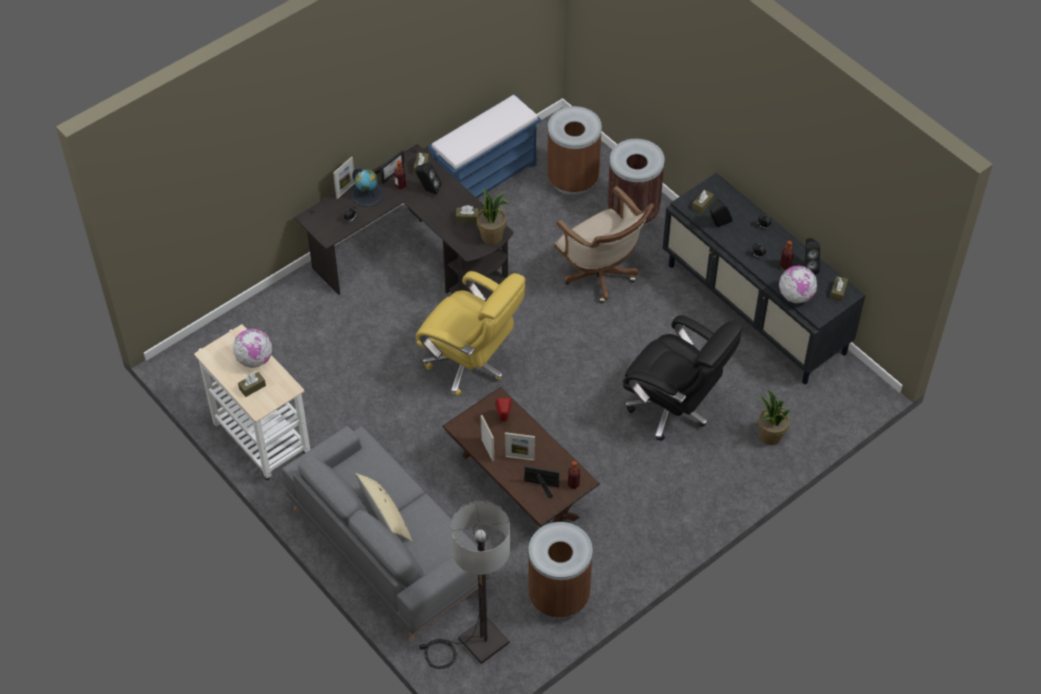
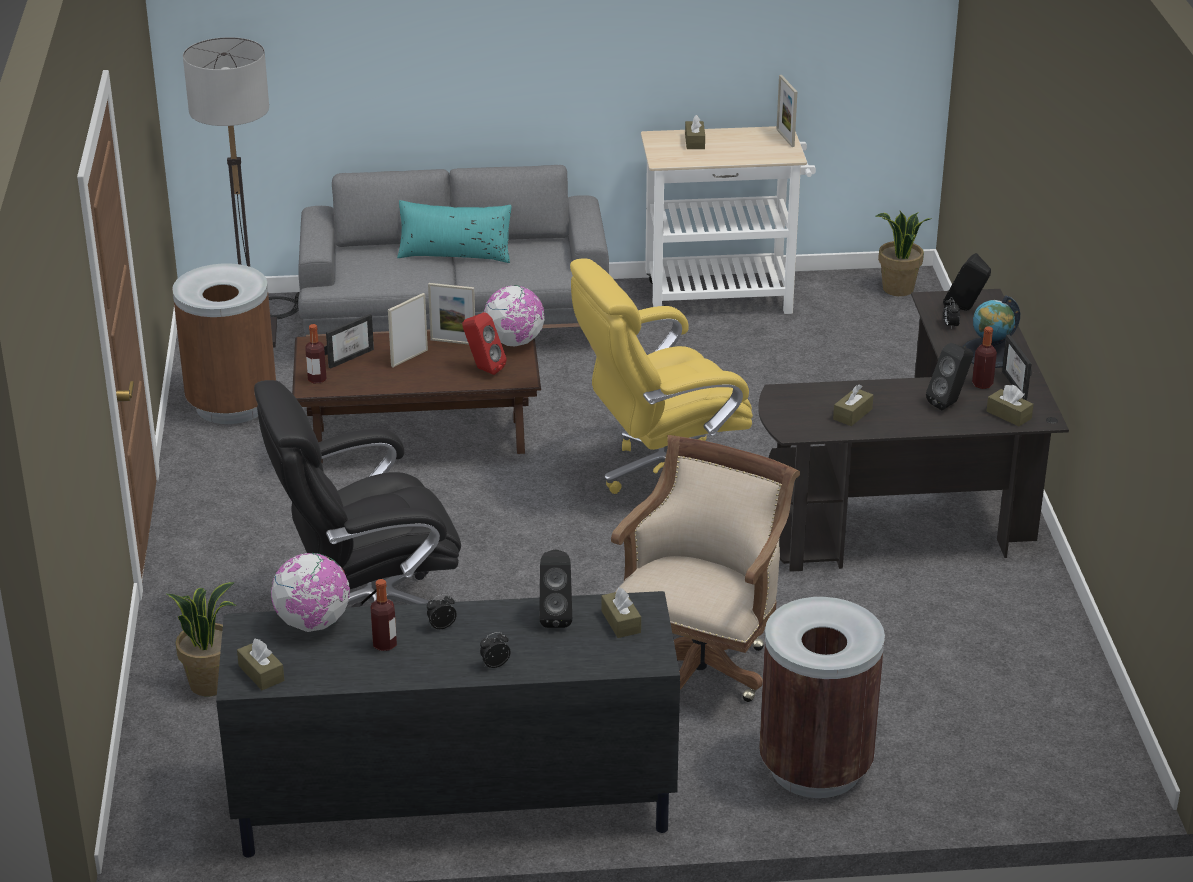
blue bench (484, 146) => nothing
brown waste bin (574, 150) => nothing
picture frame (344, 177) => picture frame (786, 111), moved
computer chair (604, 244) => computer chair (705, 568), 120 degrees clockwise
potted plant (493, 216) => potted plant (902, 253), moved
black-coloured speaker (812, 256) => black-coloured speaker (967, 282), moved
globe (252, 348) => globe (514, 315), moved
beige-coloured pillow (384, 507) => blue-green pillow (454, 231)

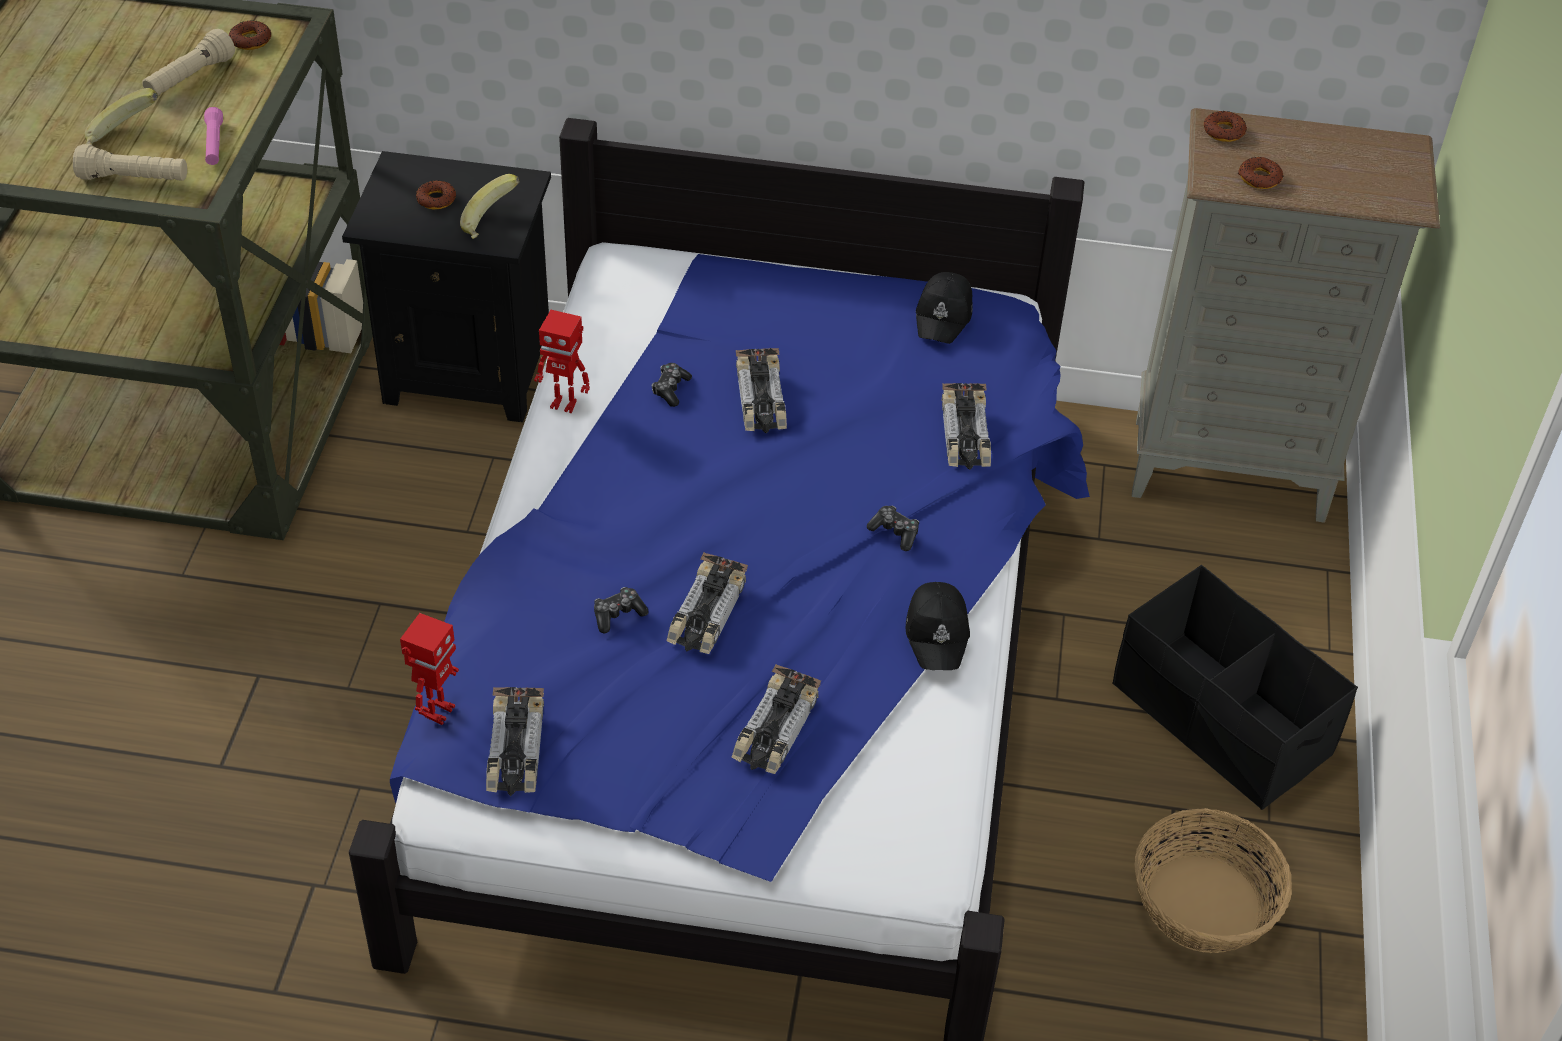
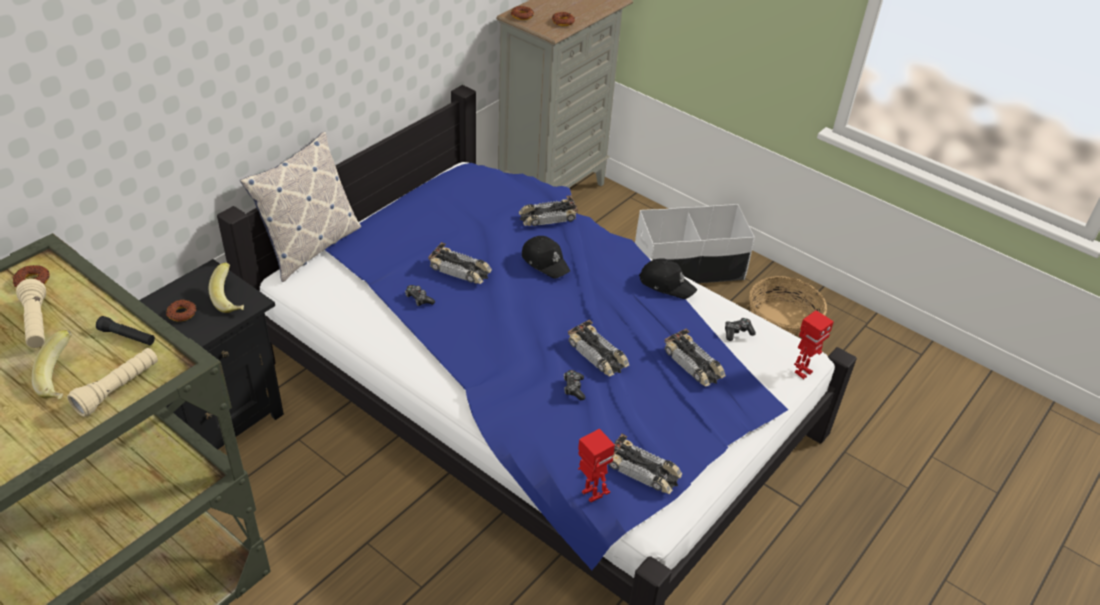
pink torch (213, 136) => black-coloured torch (125, 330)
black-coloured peaked cap (944, 308) => black-coloured peaked cap (546, 257), moved
toy robot (562, 361) => toy robot (814, 344), moved
miniature car (966, 426) => miniature car (548, 210), 135 degrees clockwise
joypad (893, 528) => joypad (740, 329), moved
black-coloured storage box (1235, 687) => whitish storage box (695, 243)
nothing => pillow (300, 207)

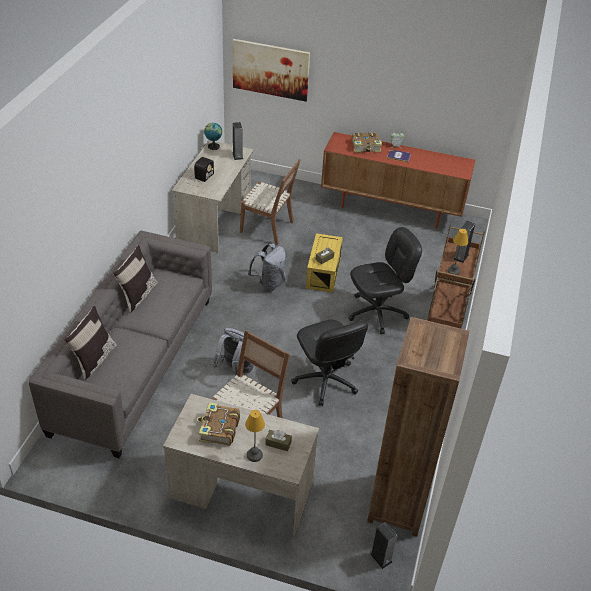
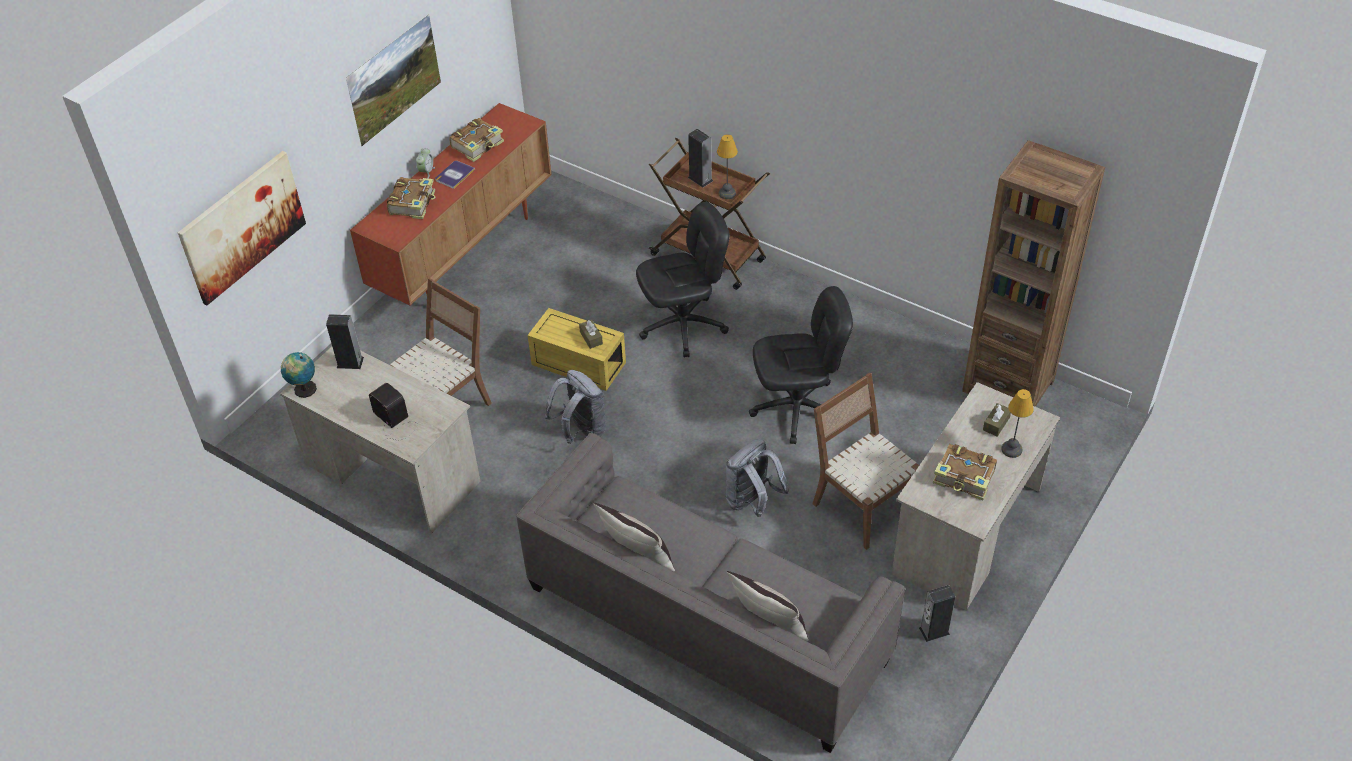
black-coloured computer chair (385, 280) => black-coloured computer chair (683, 279), 75 degrees clockwise
speaker (384, 545) => speaker (937, 613), moved
nothing => wall picture (393, 80)
nothing => book (476, 140)

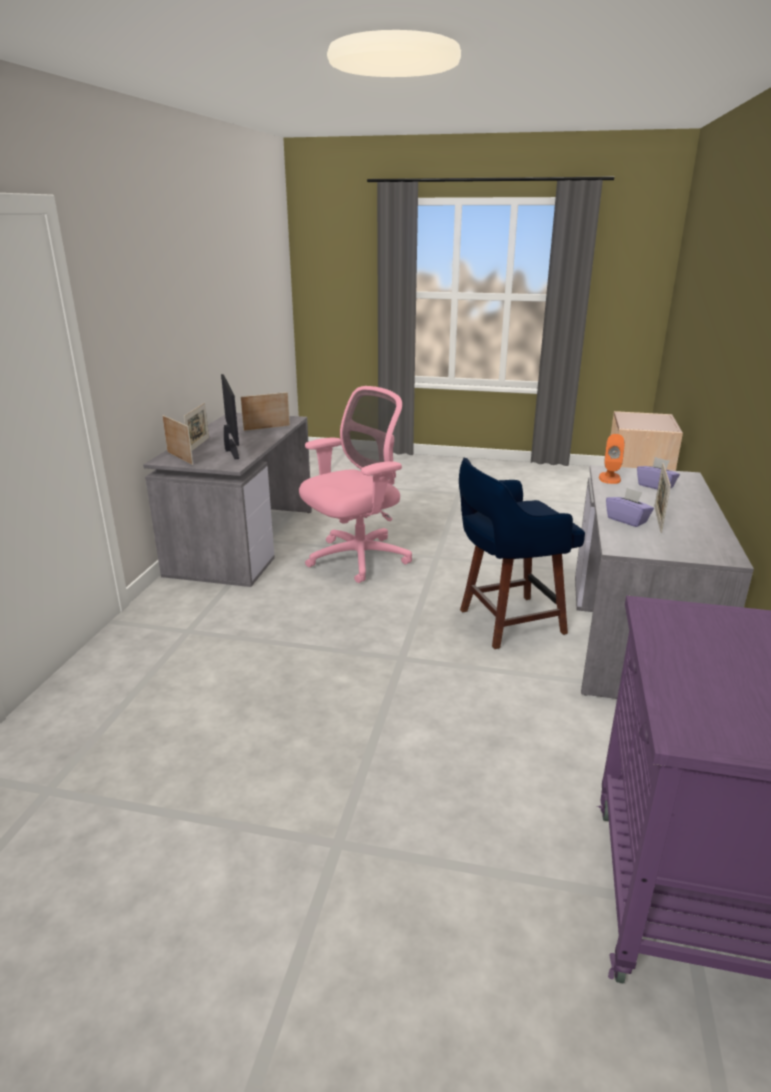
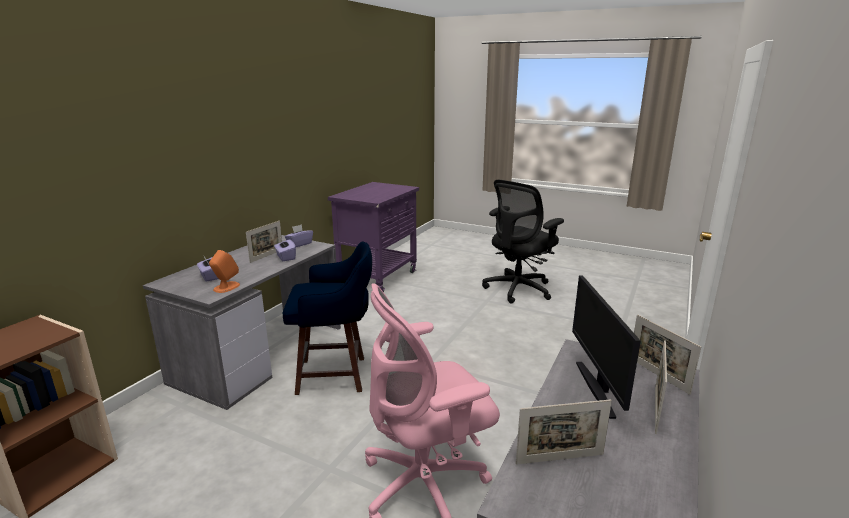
nothing => black-coloured computer chair (523, 242)
nothing => purplish tissue box (299, 235)

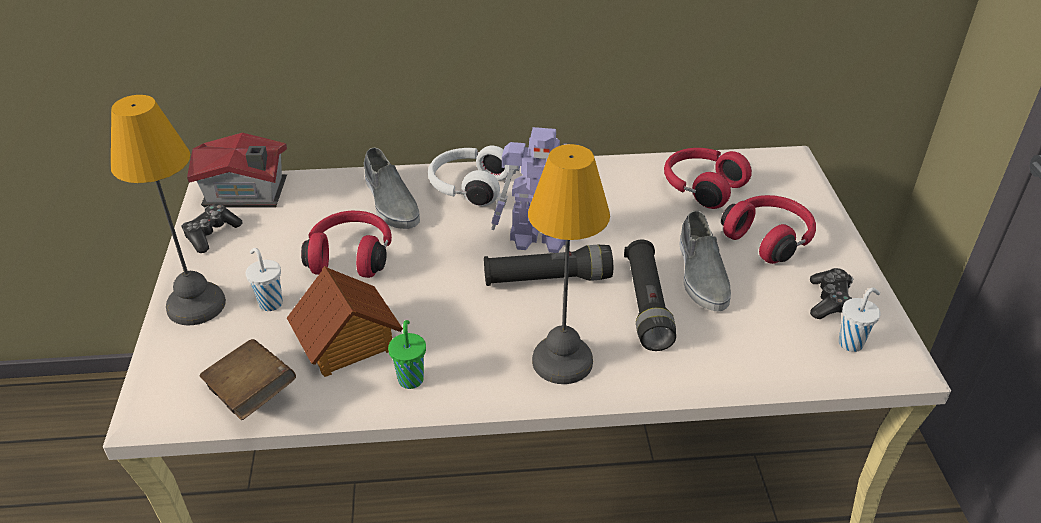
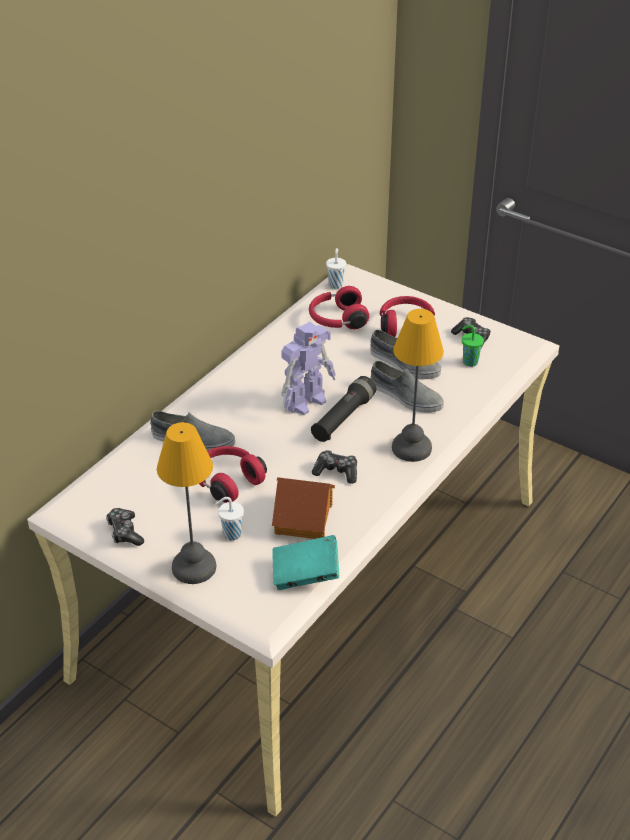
model house (237, 170) => nothing
whitish headset (468, 176) => nothing
black-coloured torch (650, 295) => grey low shoe (407, 387)
whitish cup (859, 320) => whitish cup (336, 268), moved
green-coloured cup (407, 354) => green-coloured cup (473, 346), moved
brown book (247, 379) => blue-green book (305, 562)
nothing => joypad (334, 467)

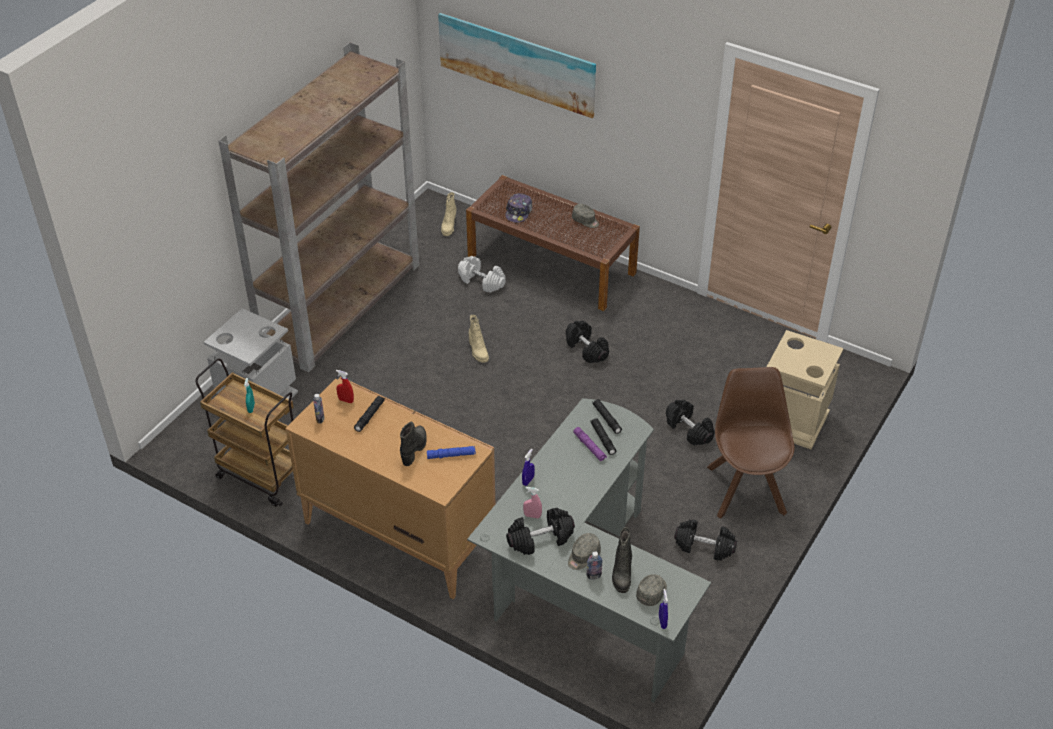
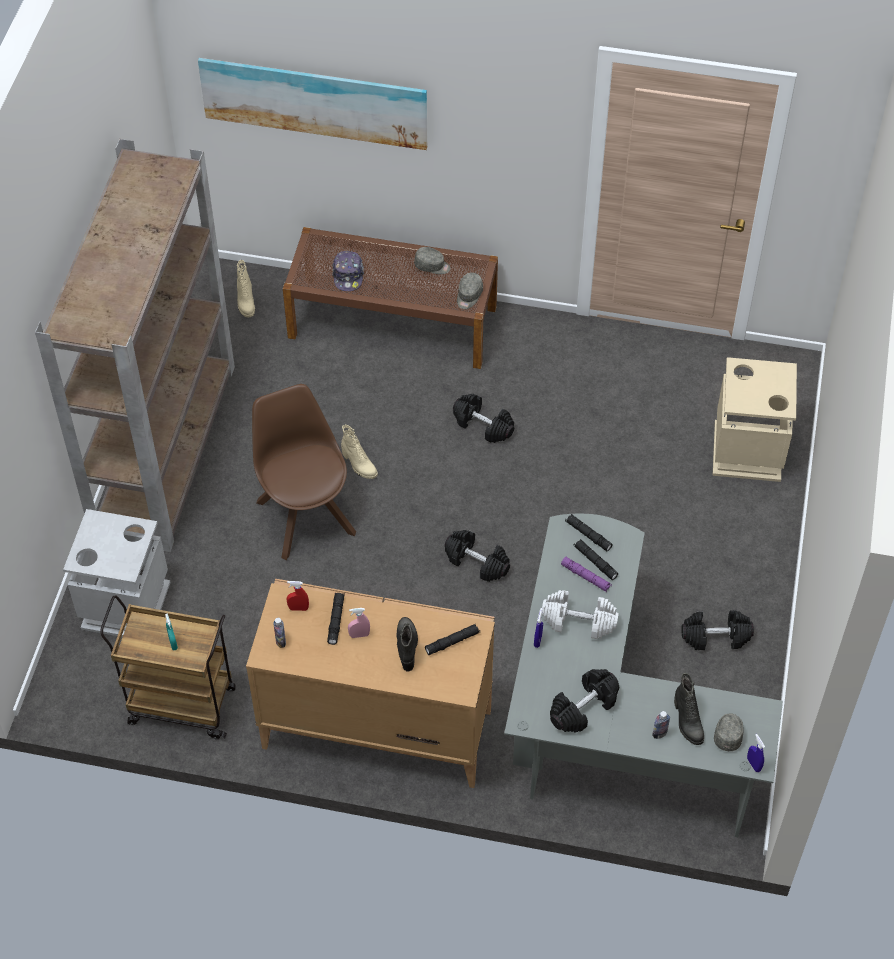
whitish hand weight (482, 274) => whitish hand weight (580, 614), moved
brown upright chair (751, 443) => brown upright chair (304, 472), moved
black-coloured hand weight (690, 423) => black-coloured hand weight (477, 556), moved
blue torch (451, 452) => black-coloured torch (452, 639)
pink sprayer (532, 502) => pink sprayer (359, 623), moved
grey peaked cap (584, 551) => grey peaked cap (470, 291), moved

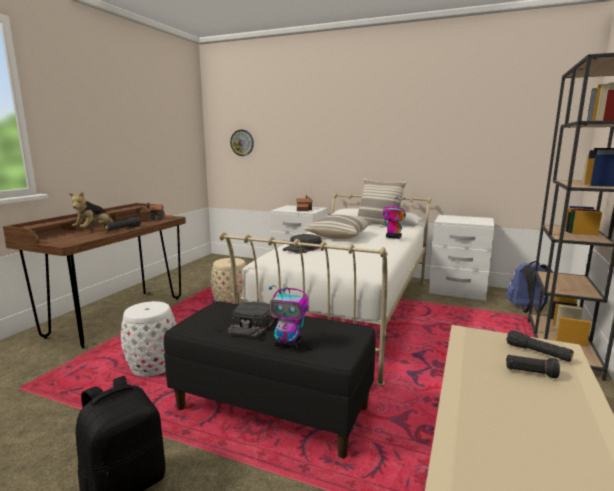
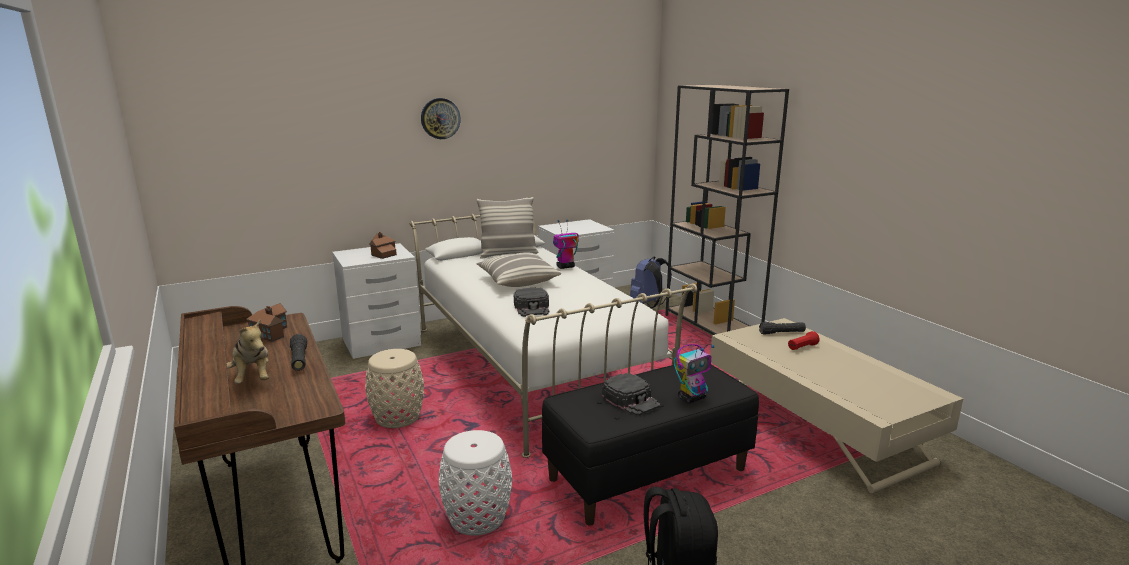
hanging clock (242, 143) => hanging clock (441, 118), moved
black-coloured torch (533, 366) => red torch (804, 340)

